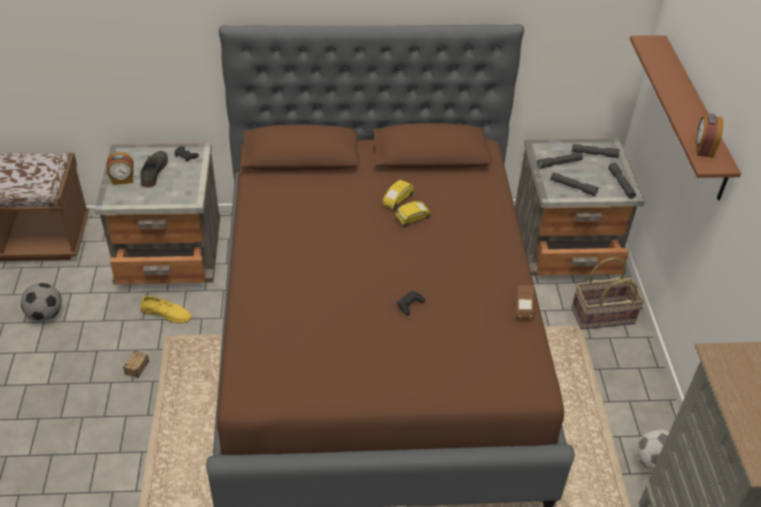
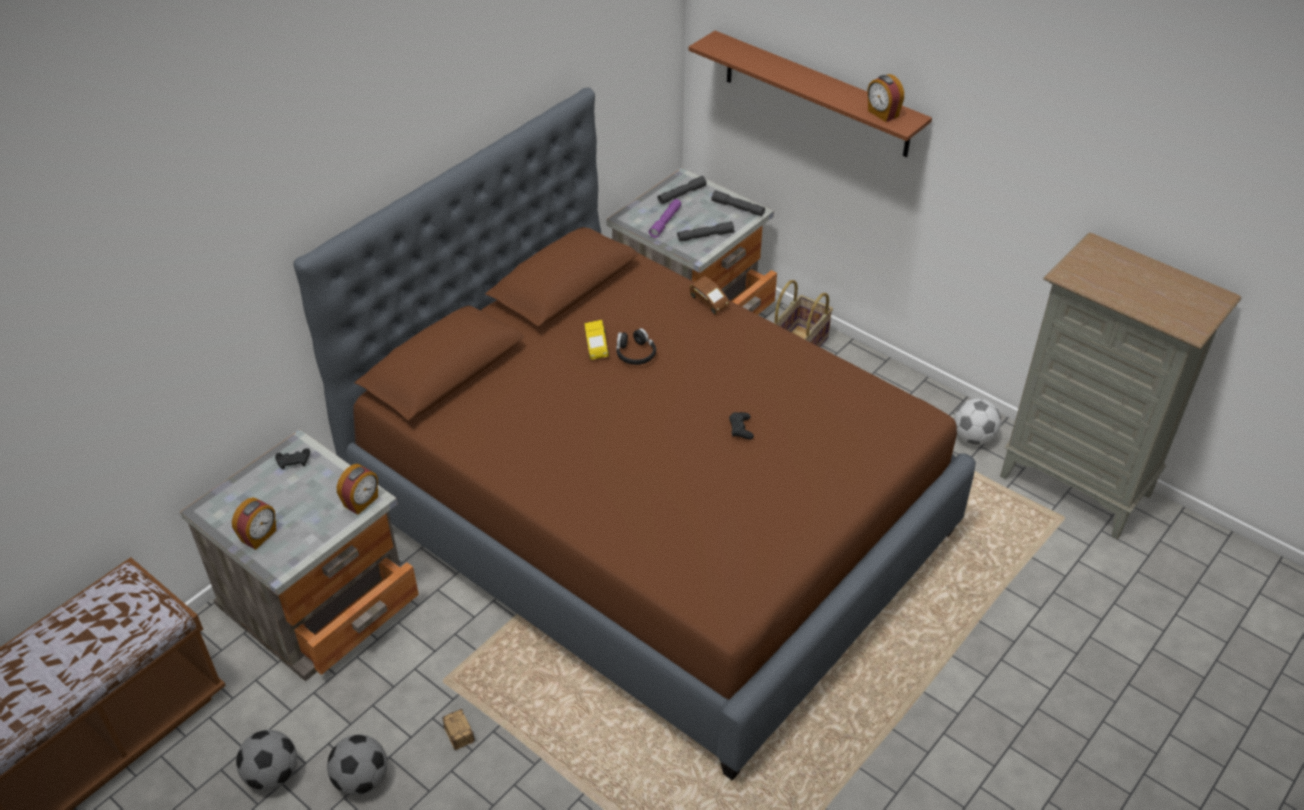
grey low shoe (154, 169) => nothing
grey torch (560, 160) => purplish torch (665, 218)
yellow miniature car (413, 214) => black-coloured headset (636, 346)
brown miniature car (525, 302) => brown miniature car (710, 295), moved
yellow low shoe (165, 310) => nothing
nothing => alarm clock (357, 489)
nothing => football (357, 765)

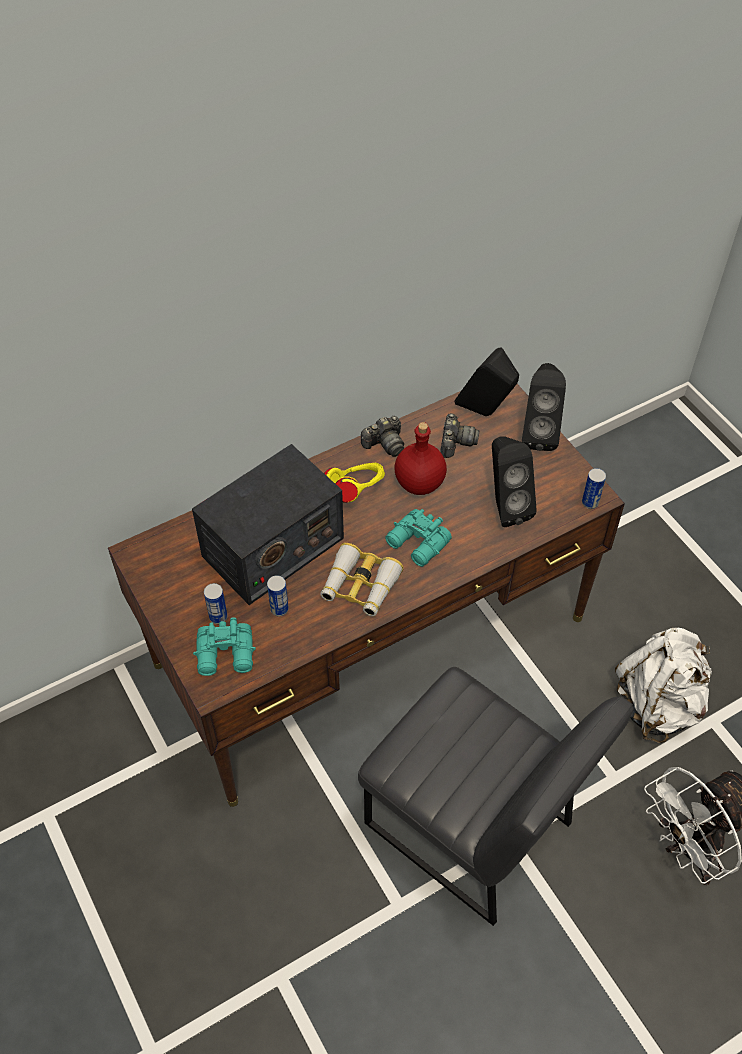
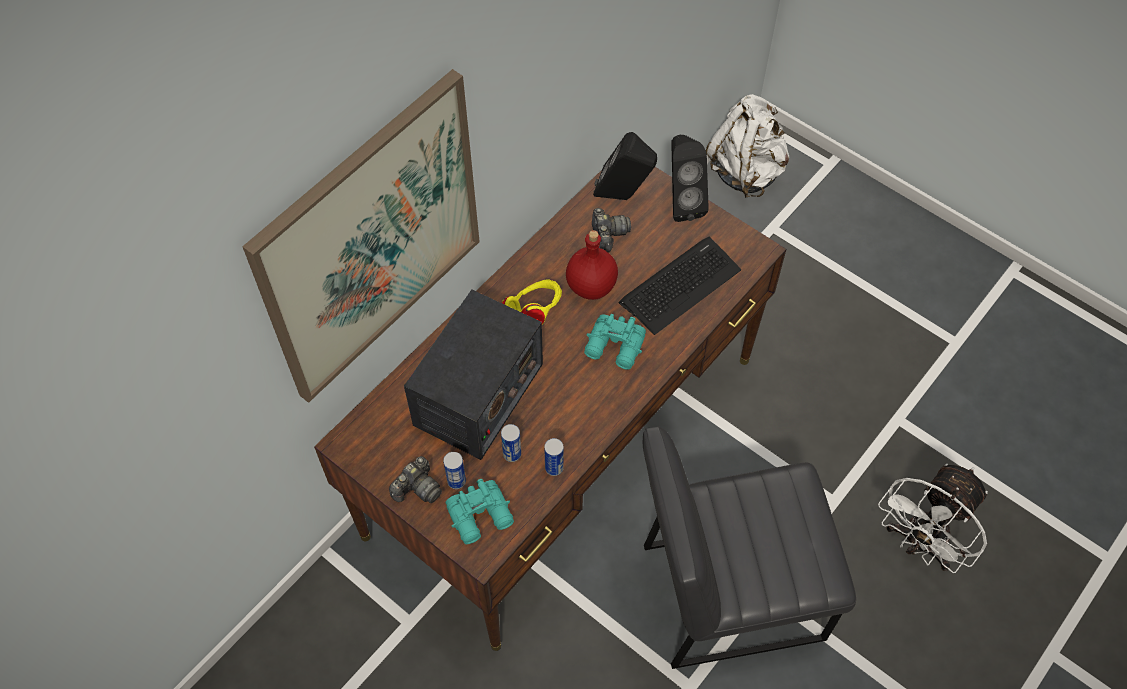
still camera (382, 436) => still camera (415, 479), moved
black-coloured speaker (514, 481) => computer keyboard (680, 285)
metal can (594, 488) => metal can (554, 457), moved
binoculars (362, 579) => nothing
whitish backpack (663, 685) => whitish backpack (747, 146), moved
grey upright chair (496, 796) => grey upright chair (749, 547), 150 degrees clockwise
nothing => wall picture (361, 236)

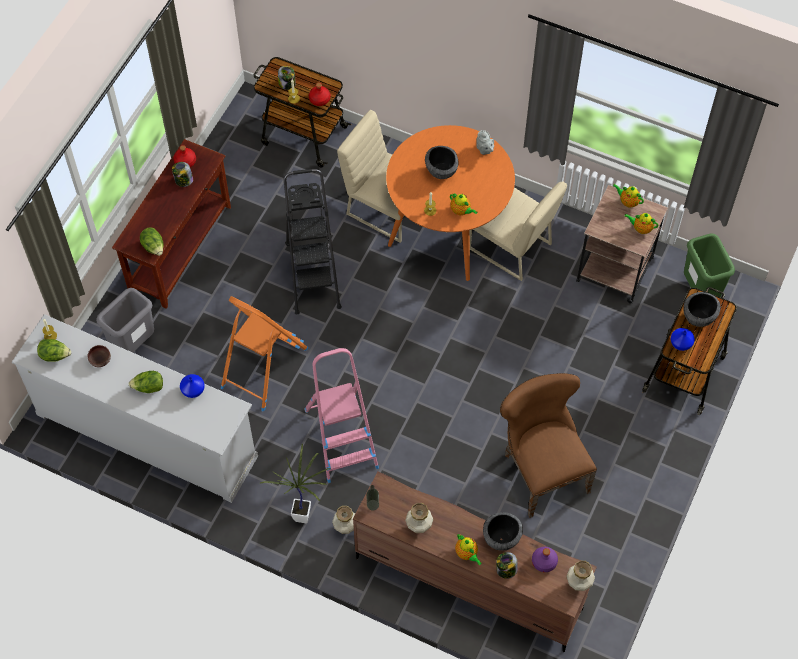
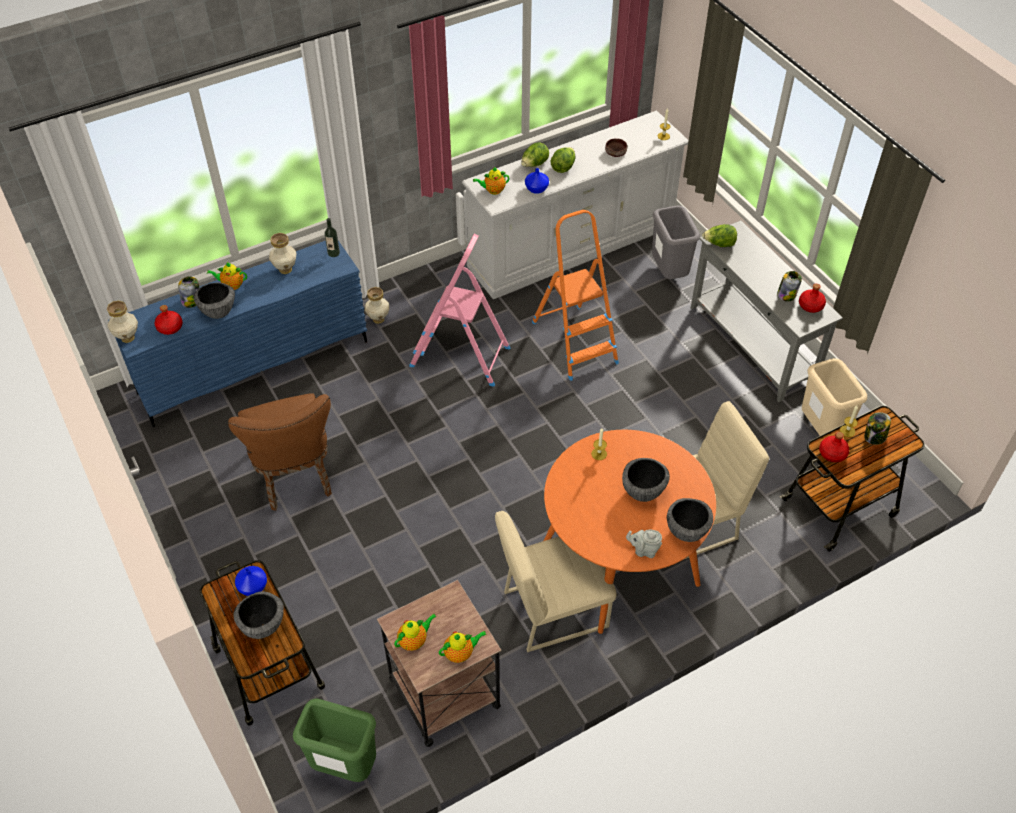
brown narrow table (171, 224) => grey narrow table (767, 311)
step stool (313, 241) => nothing
pot for tea (463, 204) => pot for tea (491, 181), moved
lettuce (54, 350) => lettuce (535, 154), moved
brown upright chair (548, 445) => brown upright chair (280, 452), 60 degrees clockwise
potted plant (295, 483) => nothing
brown chest of drawers (475, 562) => blue chest of drawers (237, 334)
purplish drink bottle (545, 559) => red drink bottle (168, 320)
nothing => beige-coloured waste bin (834, 397)
nothing => deep dish (690, 520)

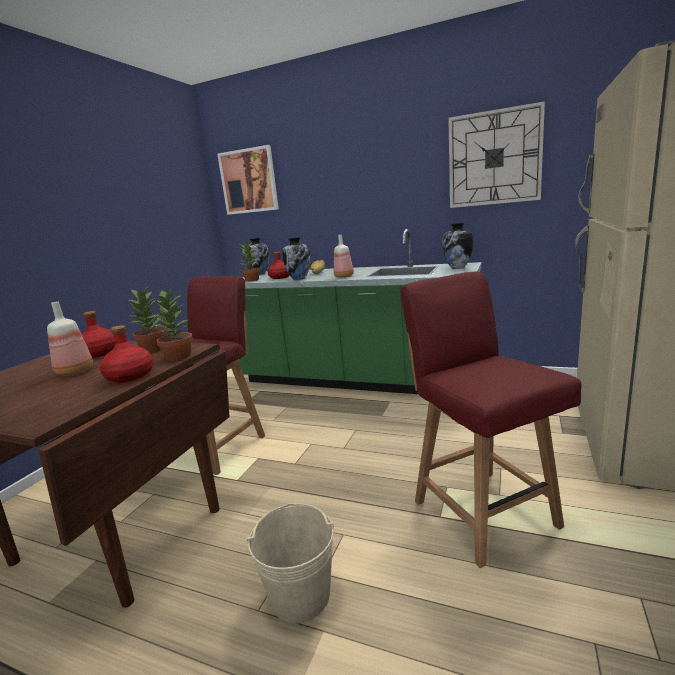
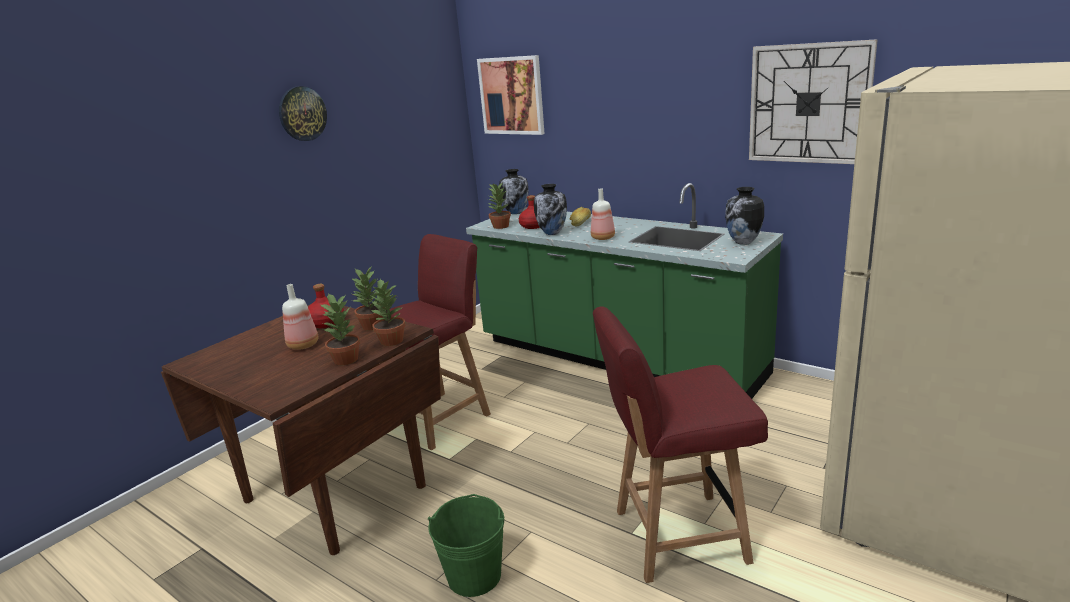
red upright chair (490, 420) => red upright chair (680, 444), 90 degrees counterclockwise
red drink bottle (127, 354) => potted plant (340, 329)
beige-coloured water bucket (290, 563) => green-coloured water bucket (466, 545)
nothing => hanging clock (303, 113)

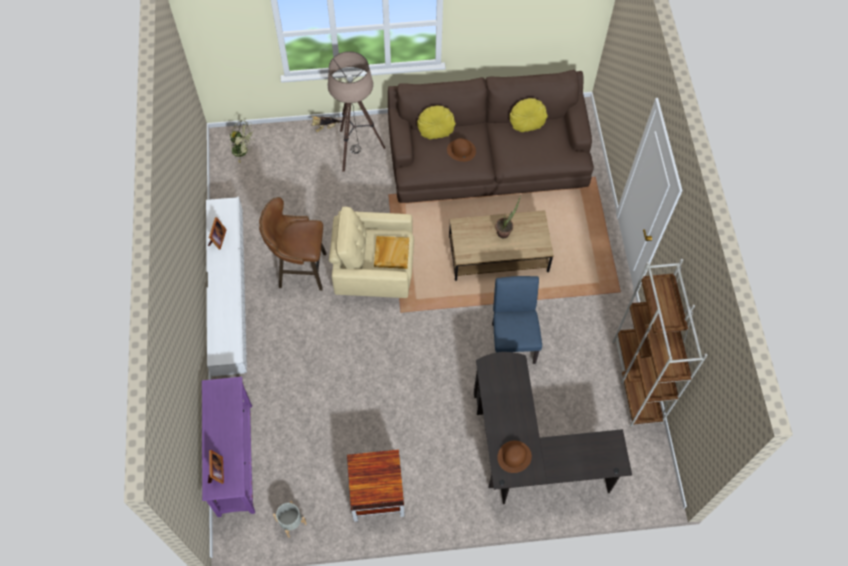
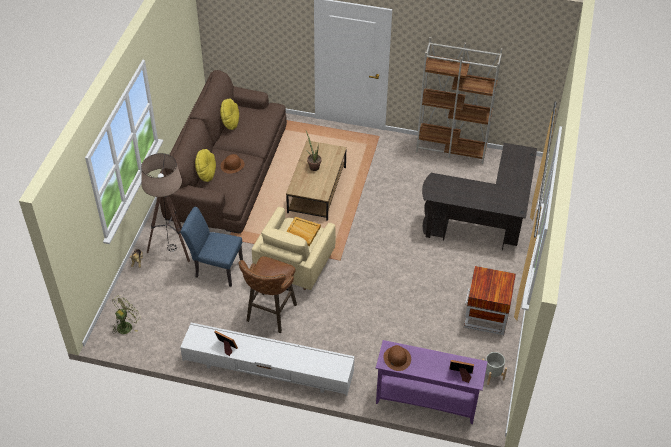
blue upright chair (517, 320) => blue upright chair (212, 247), moved
brown clothing hat (514, 457) => brown clothing hat (397, 358), moved

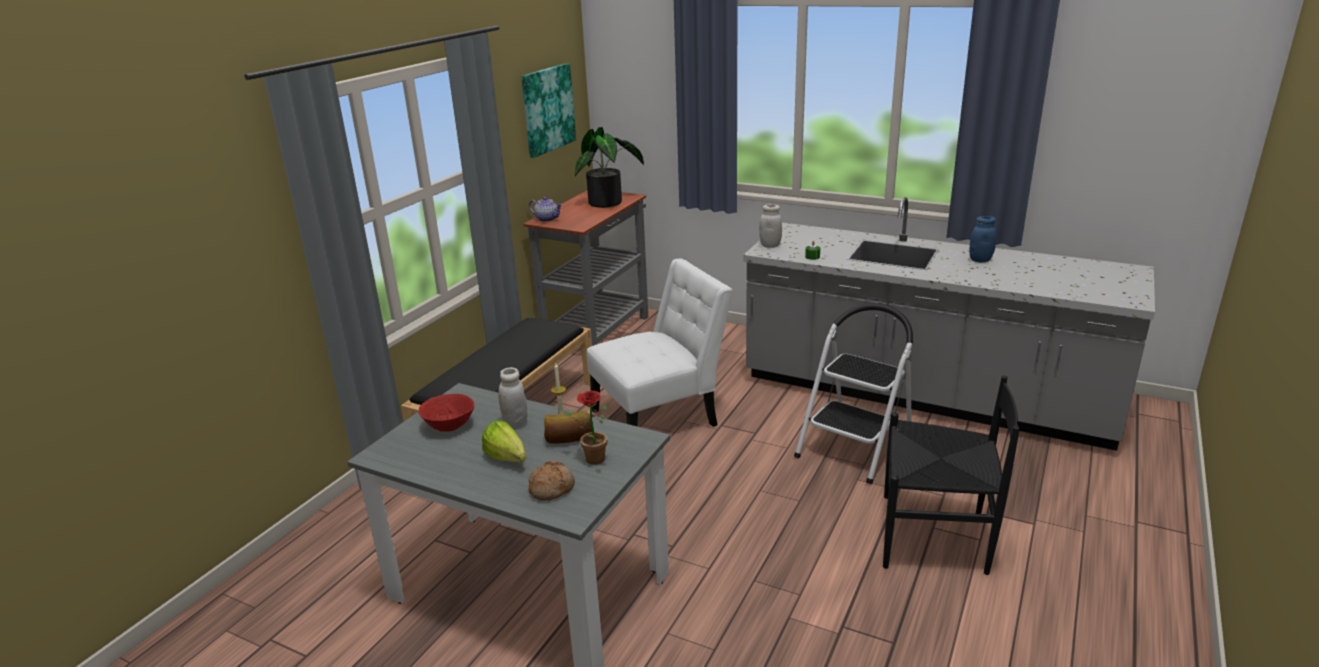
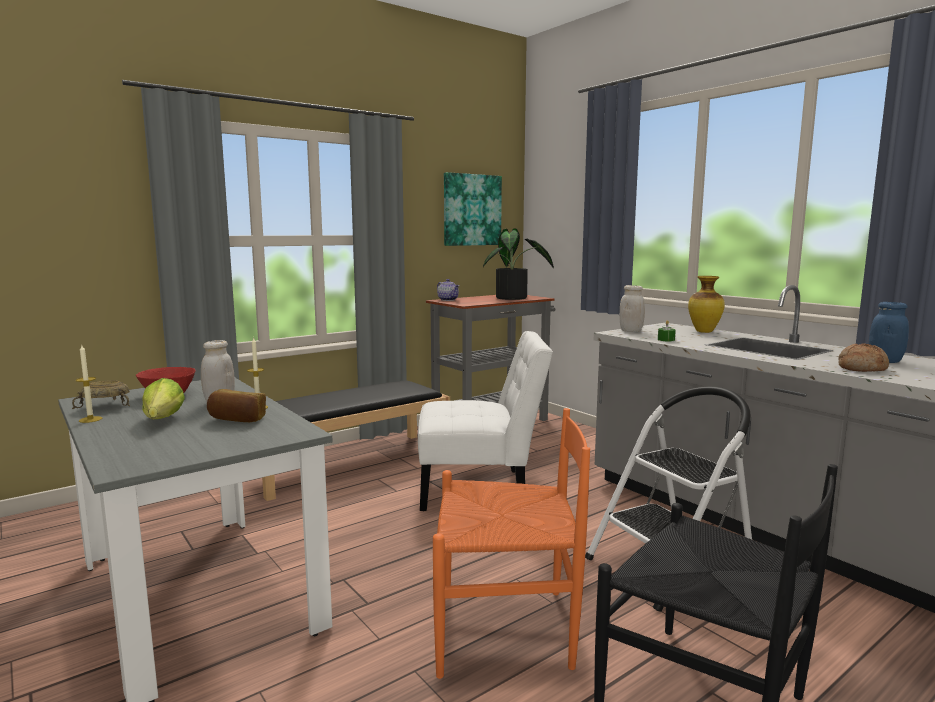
potted plant (585, 427) => nothing
bread (551, 481) => bread (864, 357), moved
nothing => vase (706, 304)
nothing => wax candle (89, 384)
nothing => beige-coloured deep dish (101, 395)
nothing => orange upright chair (511, 543)

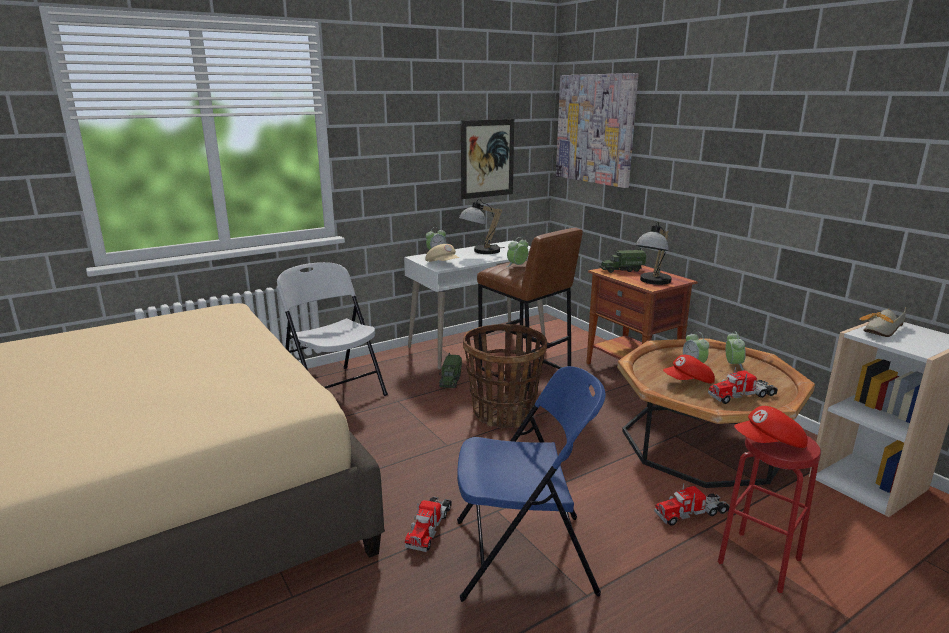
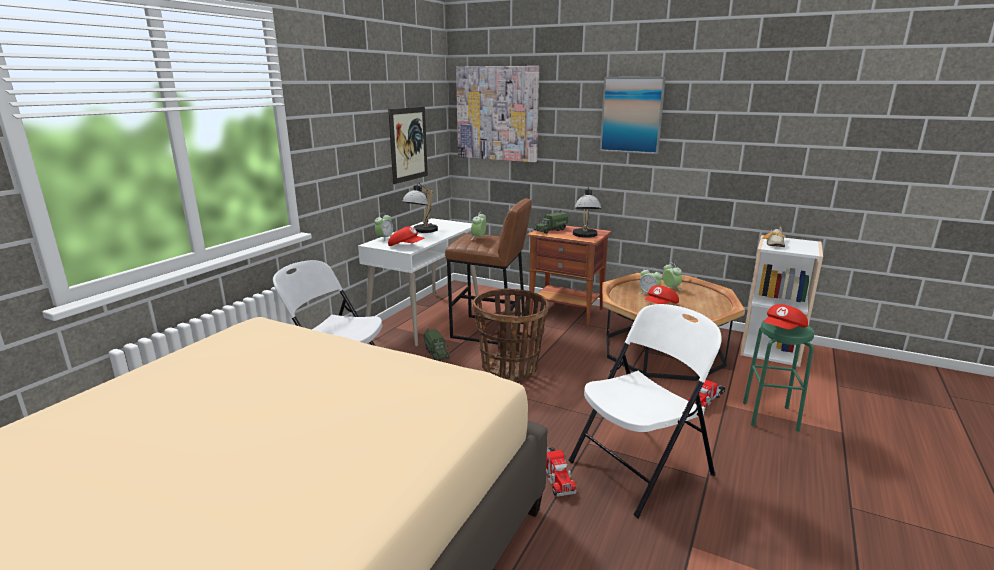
beige-coloured peaked cap (442, 253) => red peaked cap (406, 236)
blue upright chair (531, 484) => whitish upright chair (645, 411)
model truck (743, 385) => nothing
red stool (769, 514) => green-coloured stool (779, 376)
nothing => wall picture (633, 115)

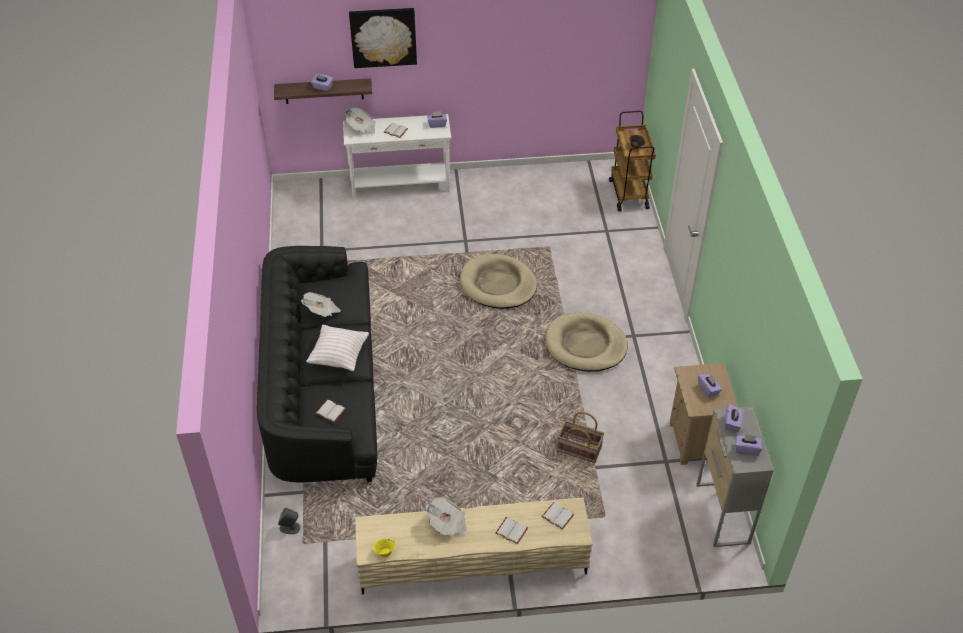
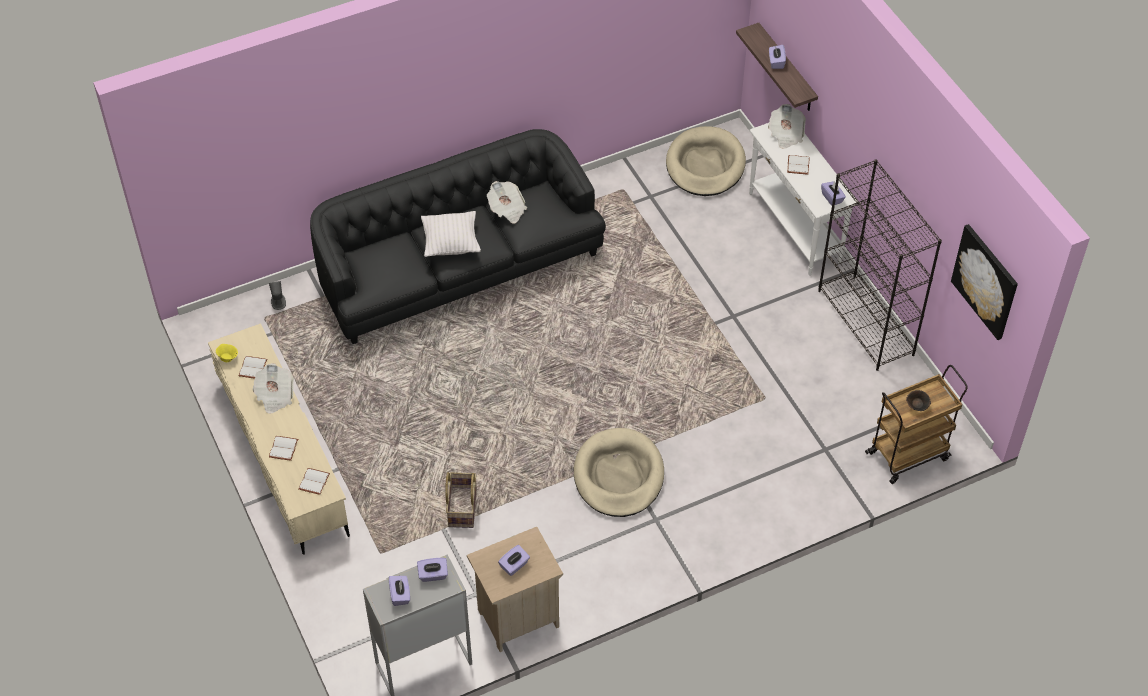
wall picture (383, 38) => wall picture (984, 282), moved
beige-coloured pet bed (498, 281) => beige-coloured pet bed (706, 161), moved
whitish book (330, 411) => whitish book (253, 367), moved
nothing => black-coloured bookshelf (880, 265)

